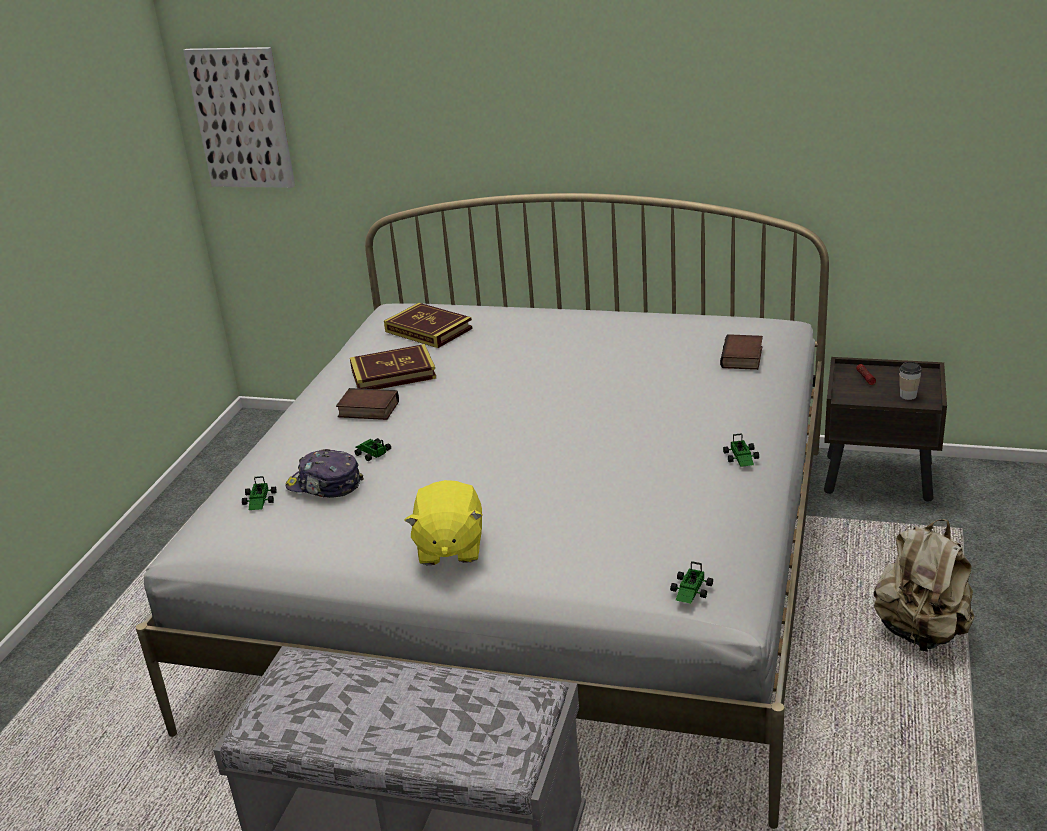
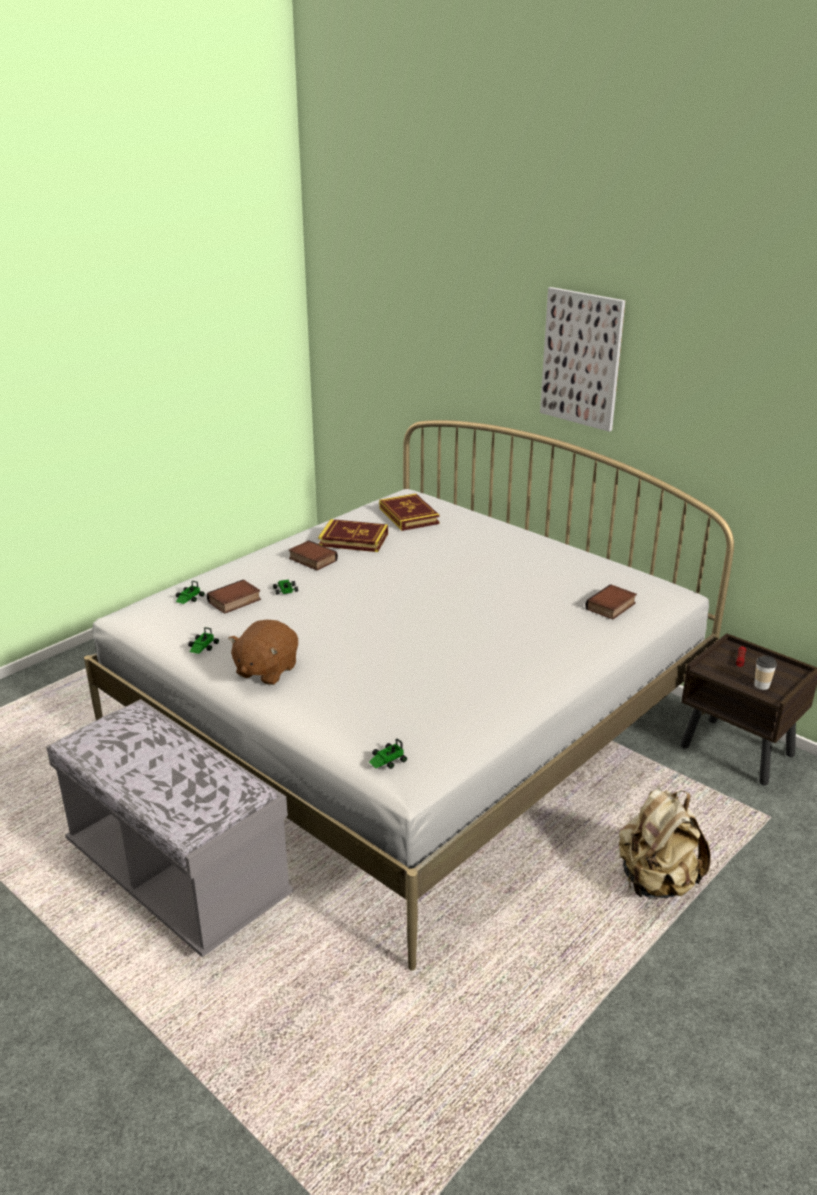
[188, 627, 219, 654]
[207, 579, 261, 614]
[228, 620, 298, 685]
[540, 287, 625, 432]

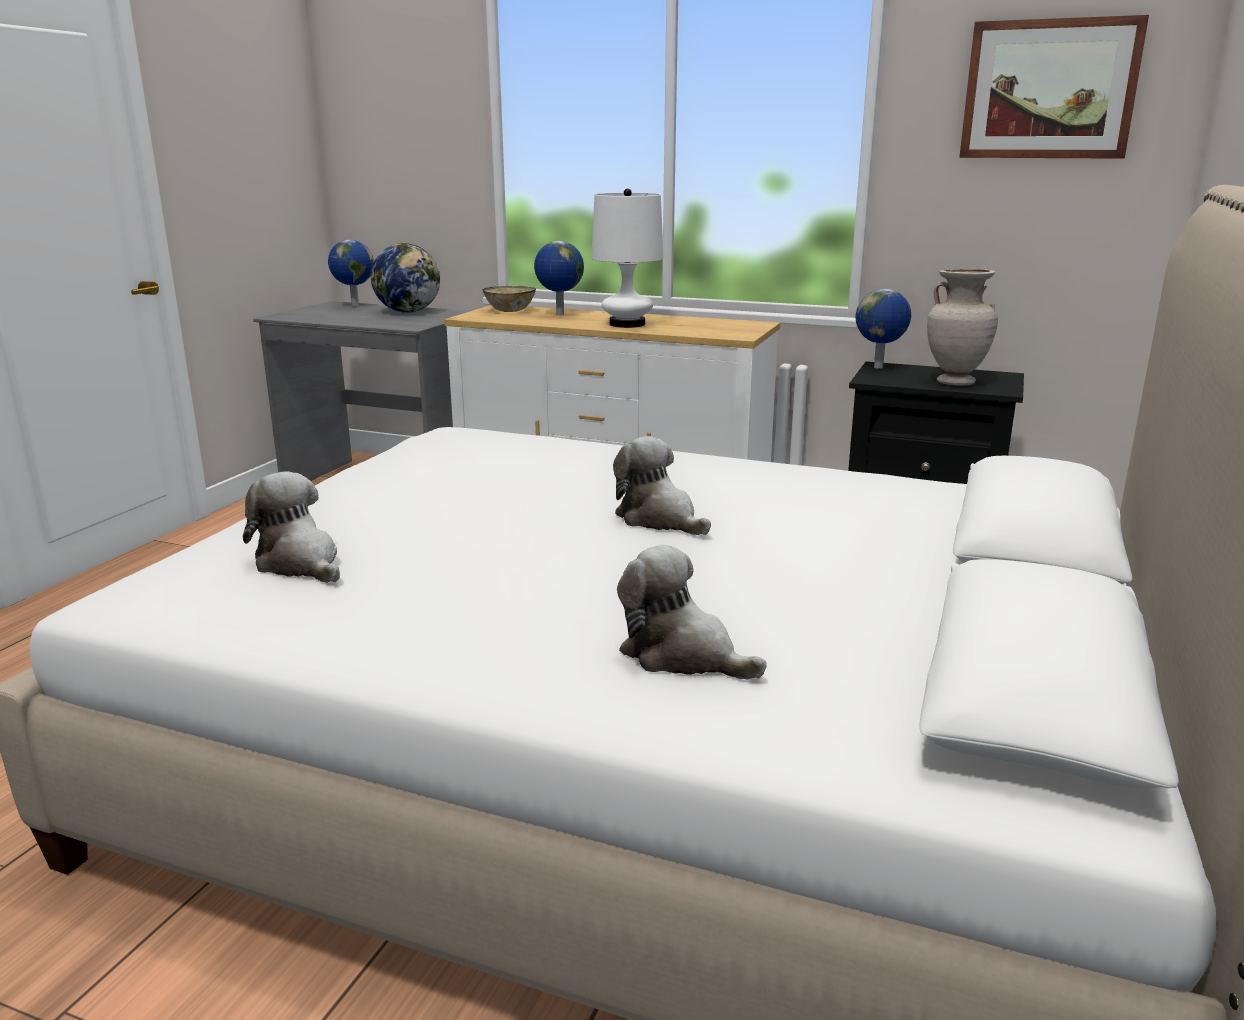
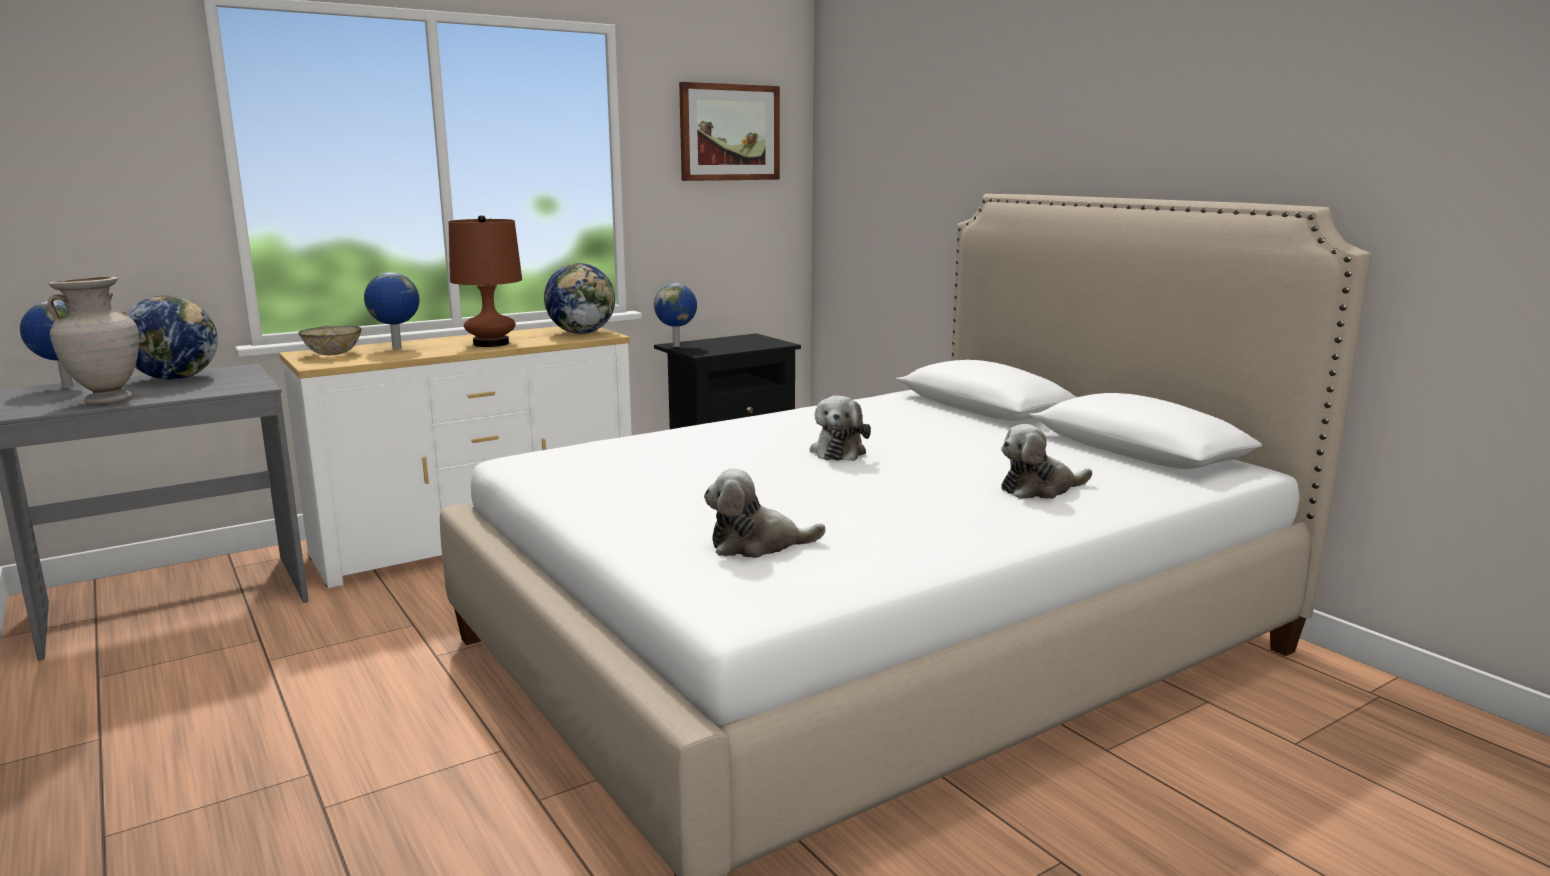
[48, 277, 139, 404]
[449, 215, 522, 347]
[544, 263, 615, 334]
[810, 395, 871, 461]

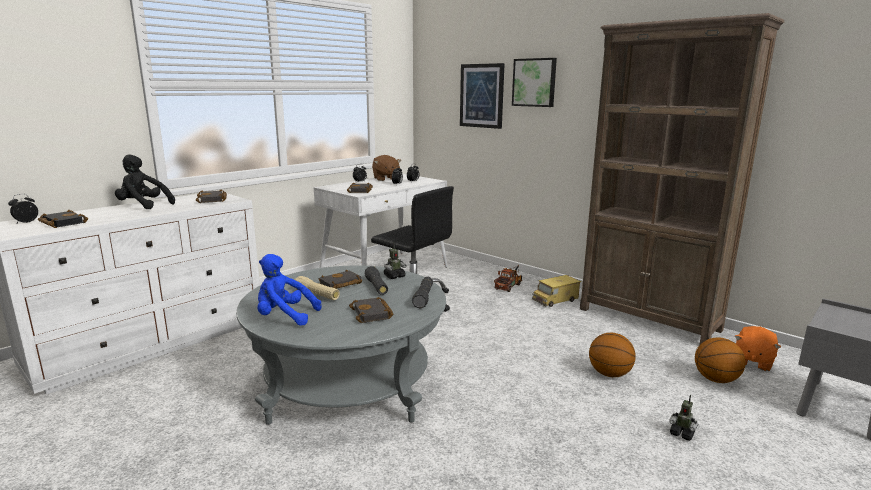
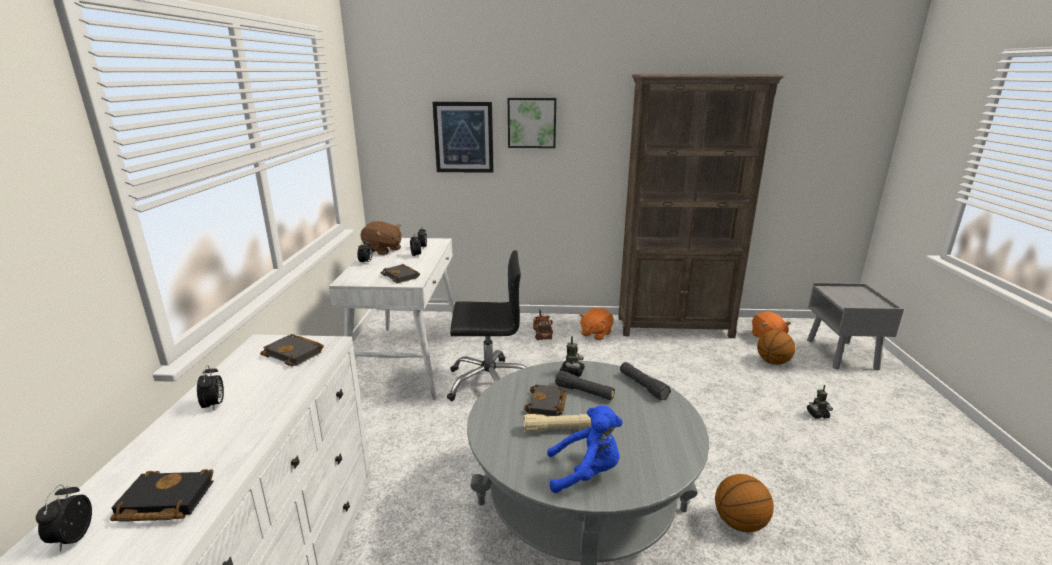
[197, 365, 224, 411]
[547, 406, 622, 493]
[580, 308, 613, 340]
[715, 474, 774, 532]
[349, 297, 393, 323] (first image)

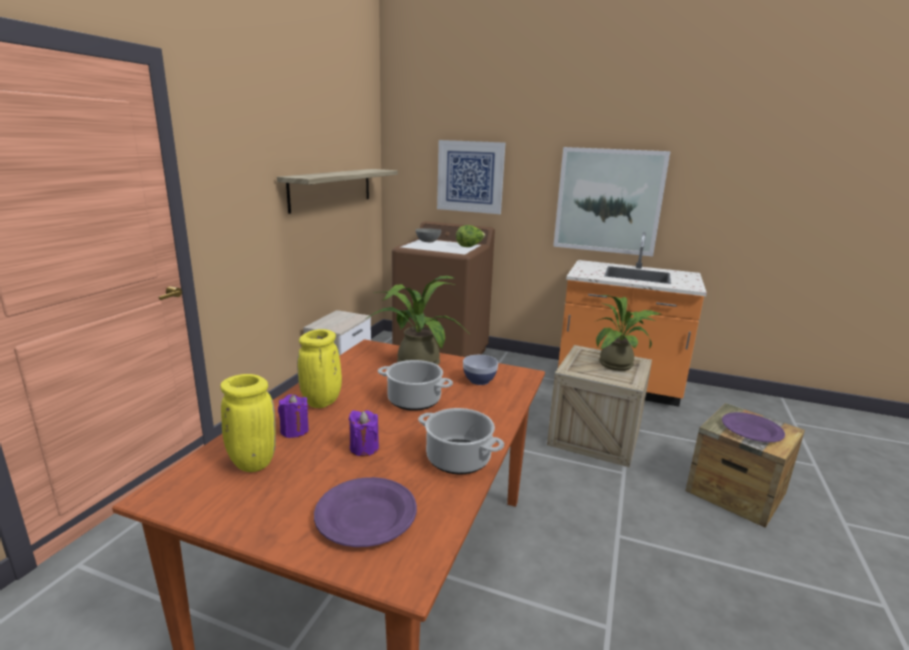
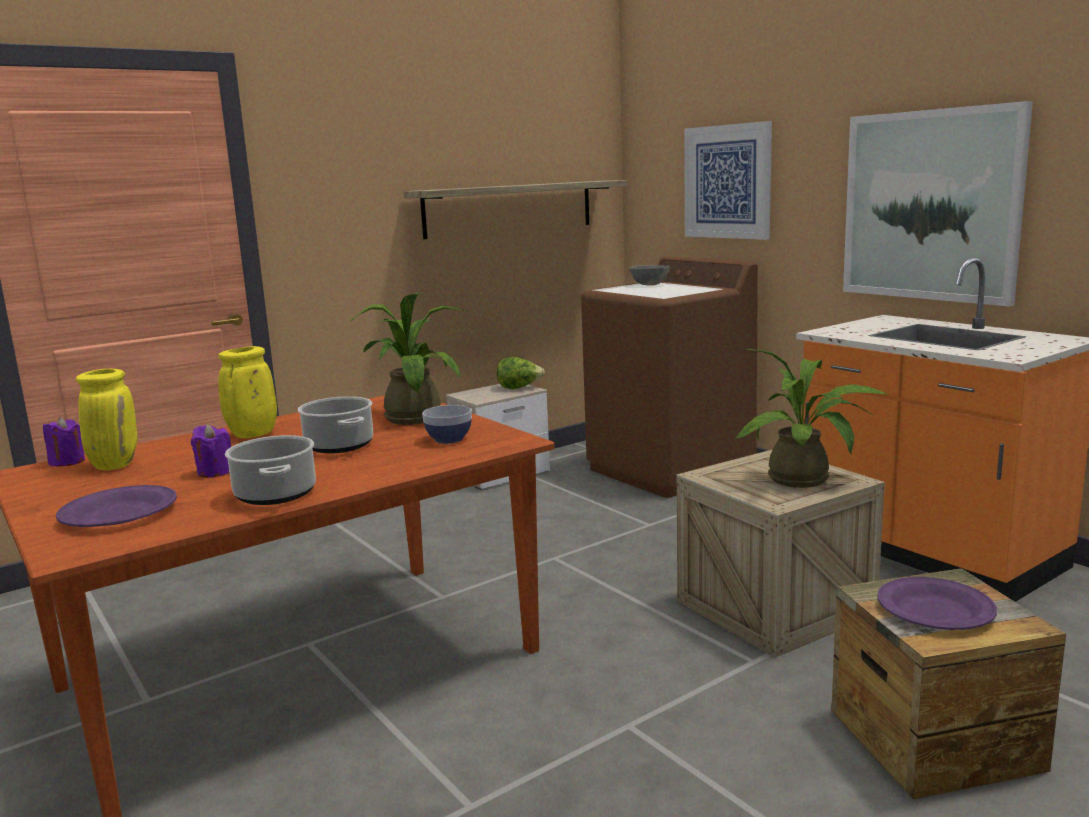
[43, 417, 85, 467]
[497, 357, 545, 389]

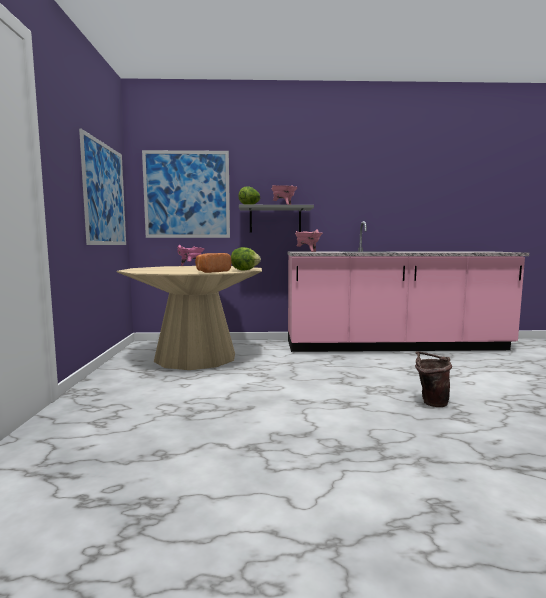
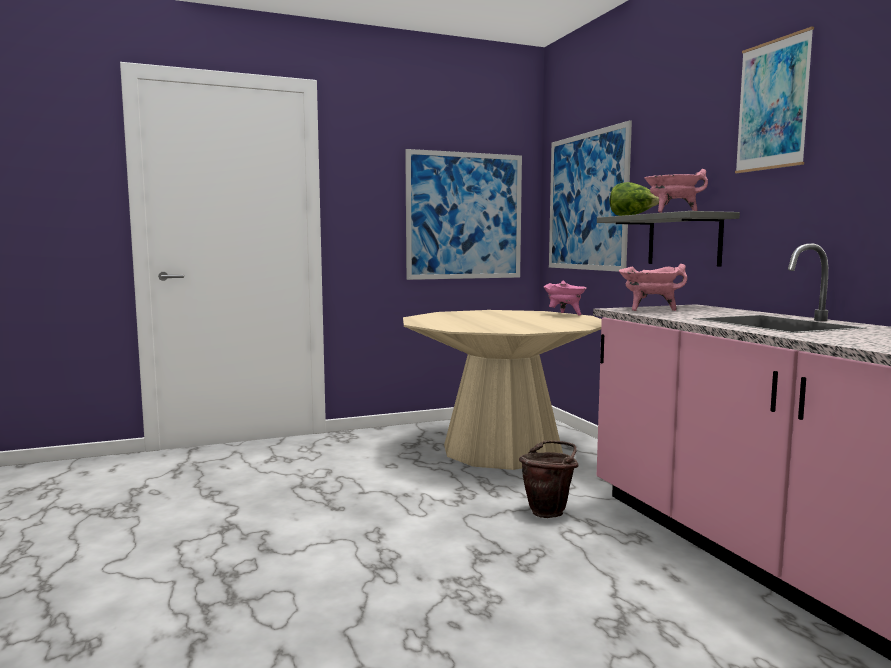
[519, 440, 578, 518]
[735, 26, 814, 173]
[195, 253, 231, 273] (first image)
[231, 247, 261, 271] (first image)

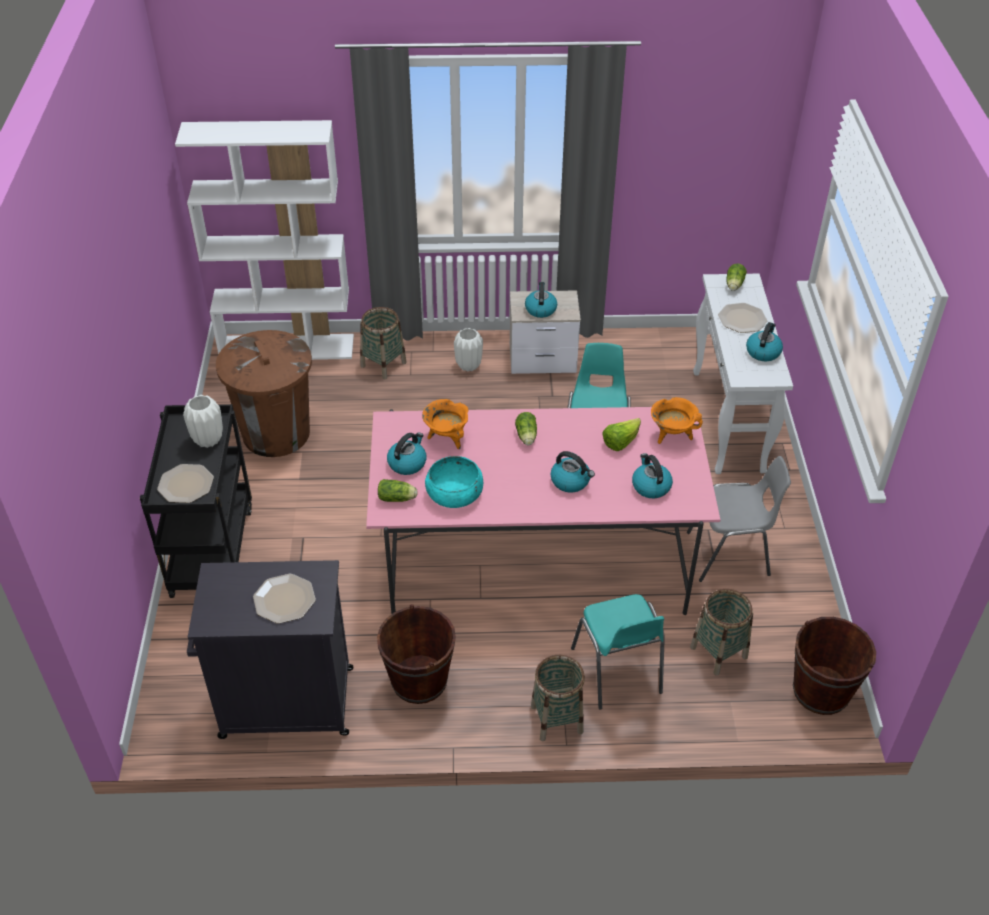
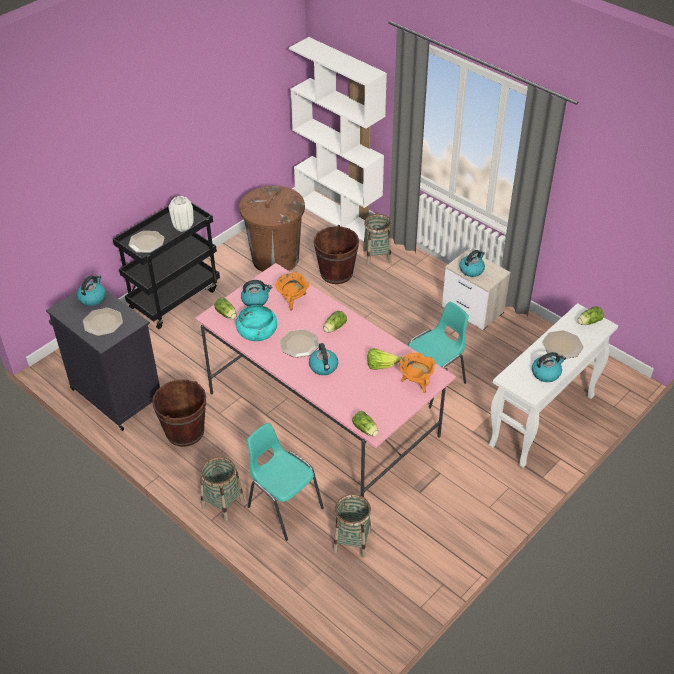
[77, 275, 106, 306]
[247, 423, 324, 541]
[280, 329, 319, 358]
[313, 225, 359, 284]
[352, 411, 378, 437]
[454, 328, 483, 372] (first image)
[687, 456, 791, 582] (first image)

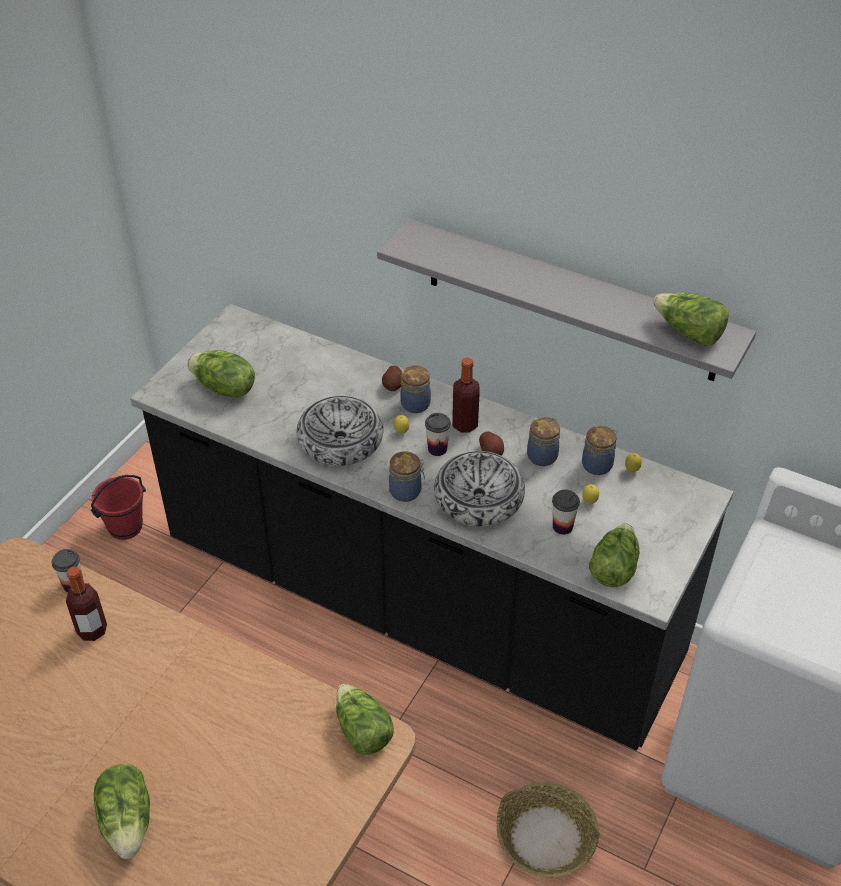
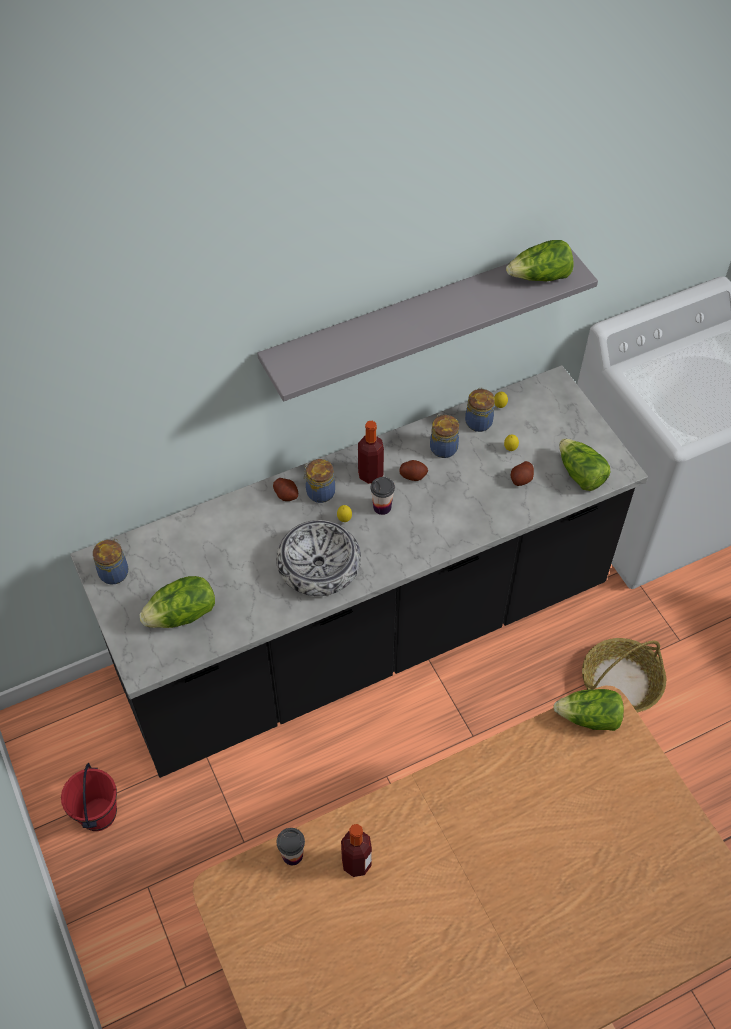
[93, 538, 128, 585]
[510, 461, 534, 486]
[94, 764, 150, 859] (first image)
[434, 451, 525, 526] (first image)

